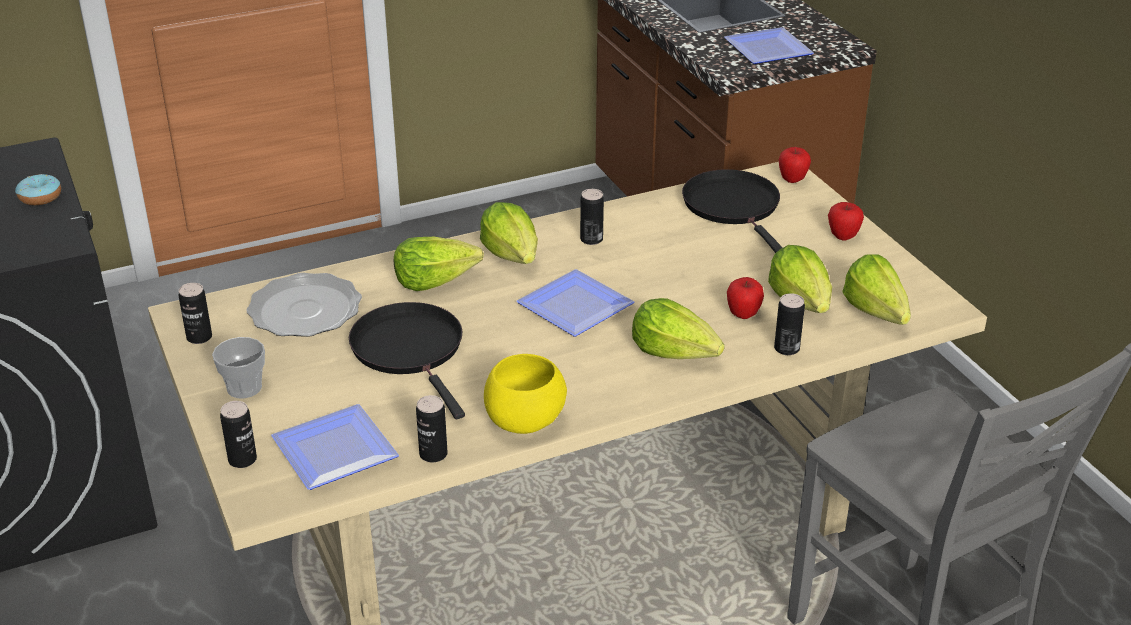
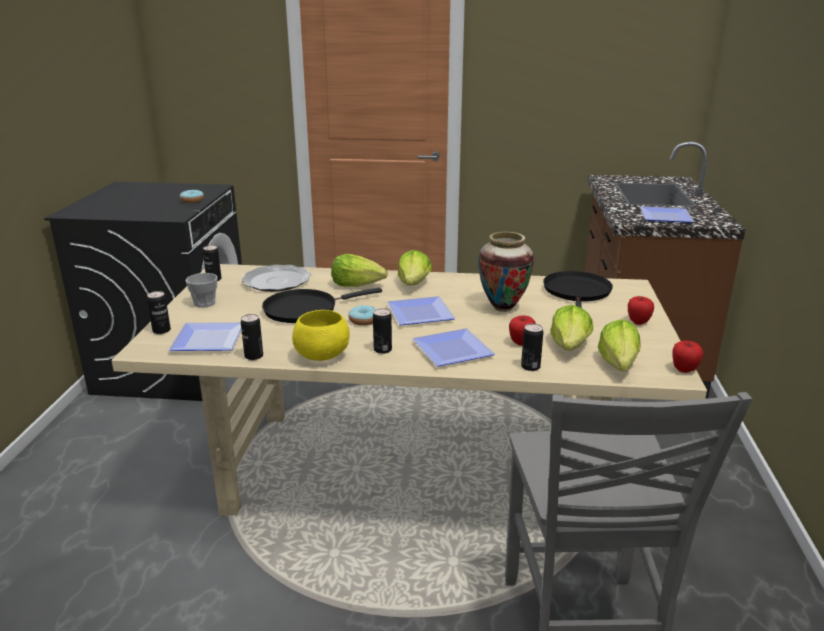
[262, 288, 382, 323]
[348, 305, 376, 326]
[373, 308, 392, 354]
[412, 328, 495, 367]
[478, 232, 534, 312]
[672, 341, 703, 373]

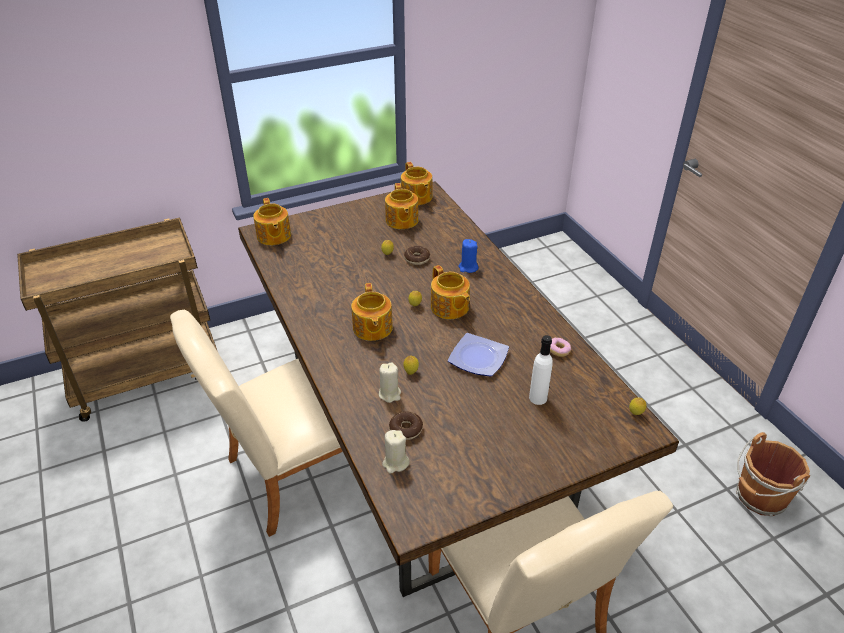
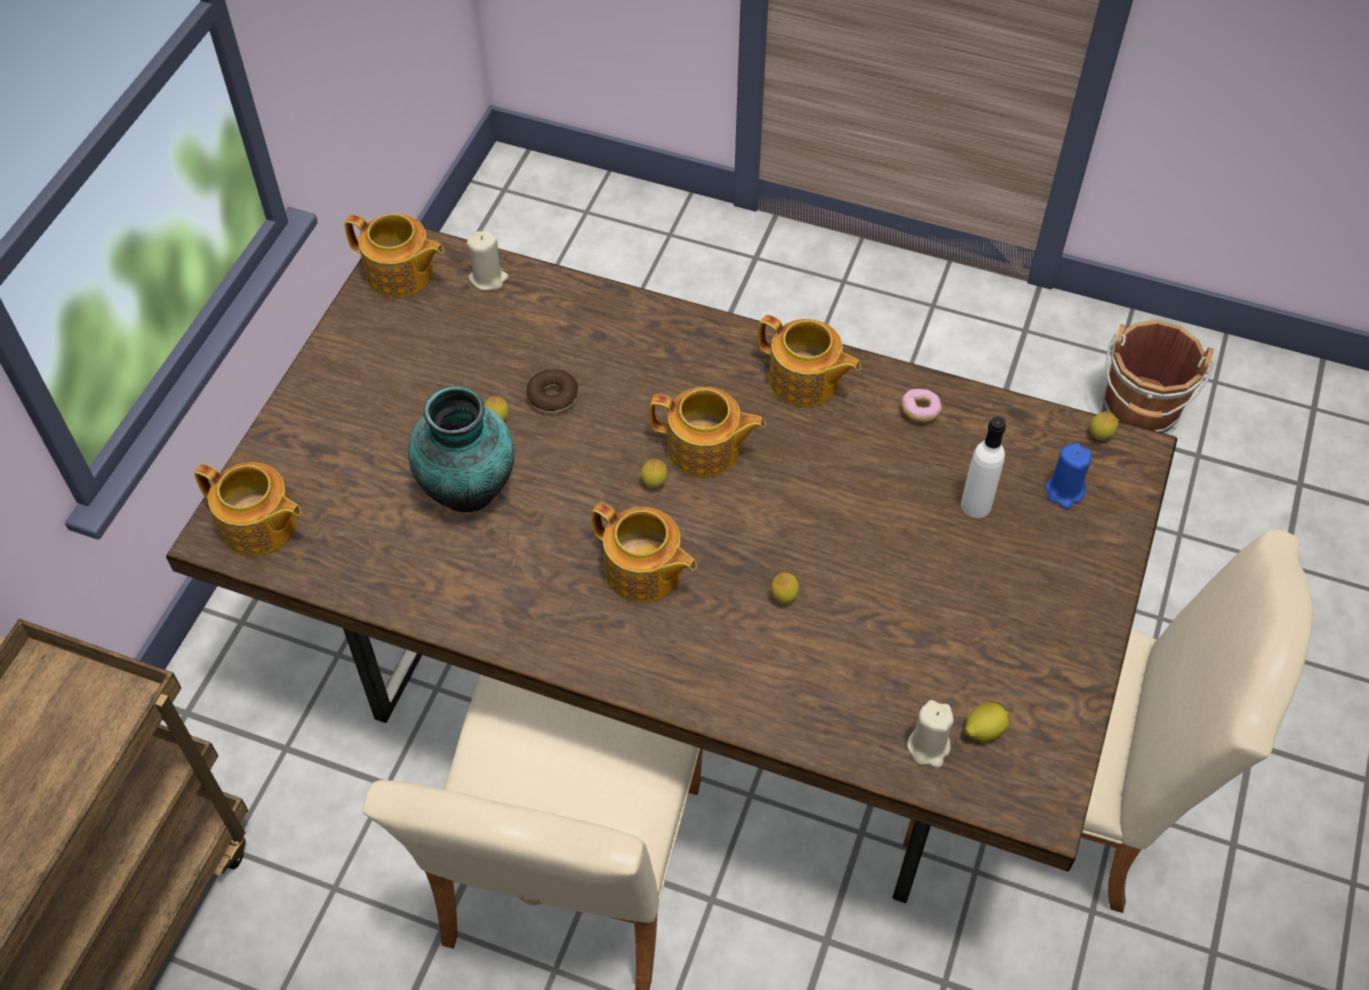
[408, 386, 514, 512]
[466, 231, 508, 291]
[758, 315, 861, 407]
[964, 703, 1009, 741]
[1046, 443, 1092, 509]
[389, 412, 423, 440] (first image)
[448, 333, 509, 376] (first image)

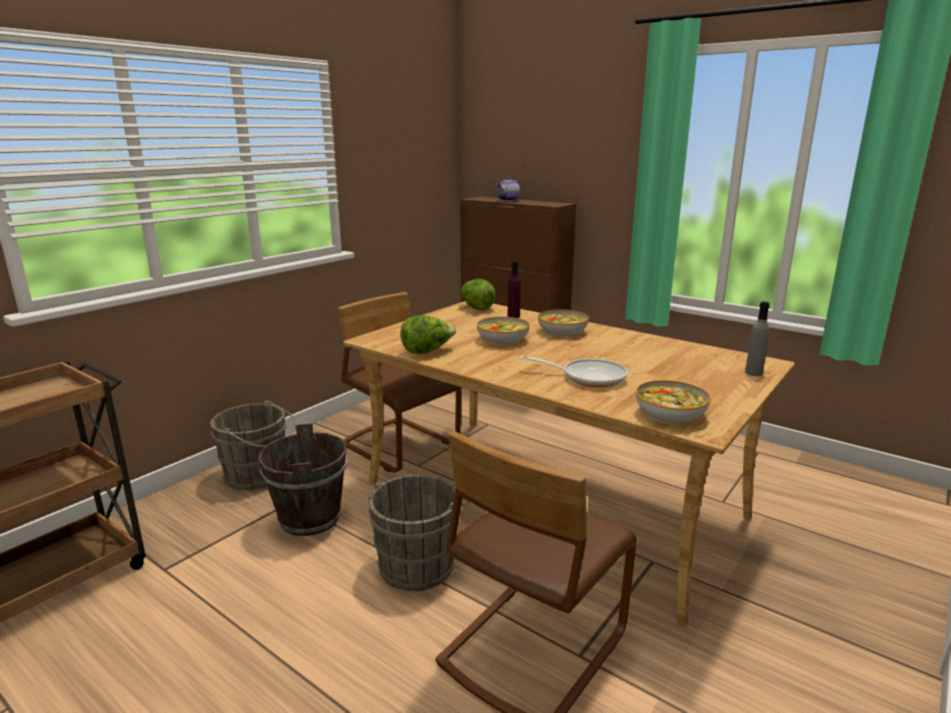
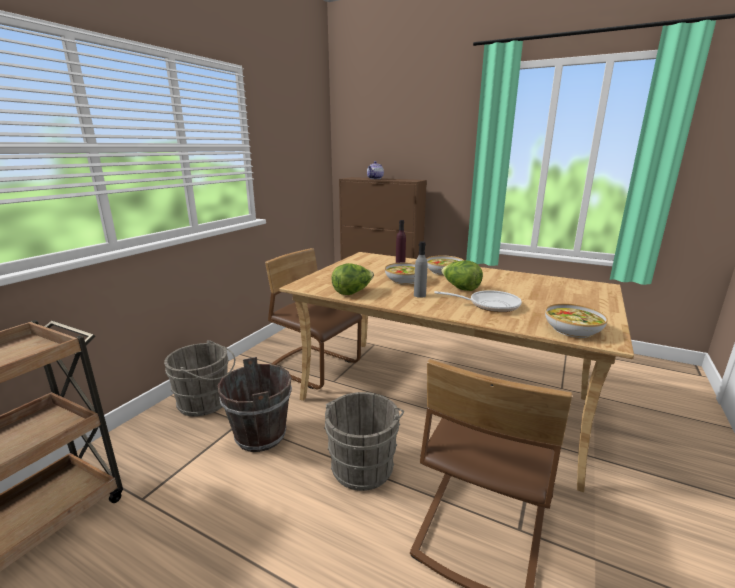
[414, 241, 427, 298]
[441, 260, 483, 291]

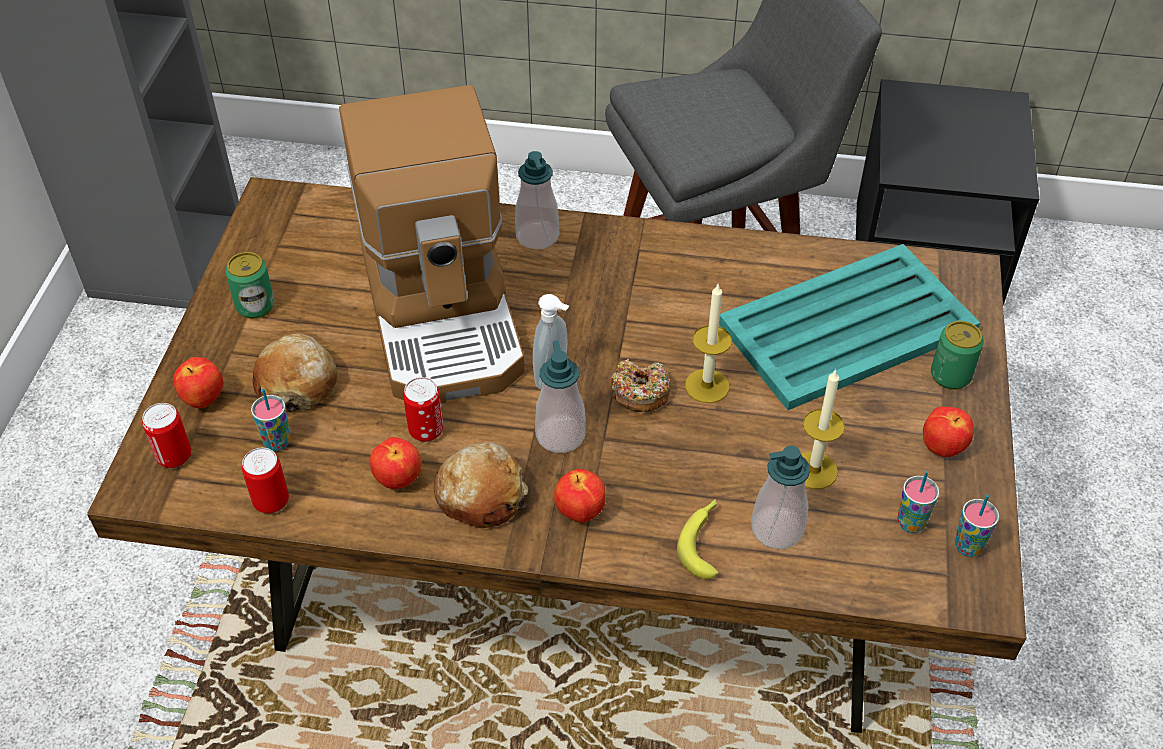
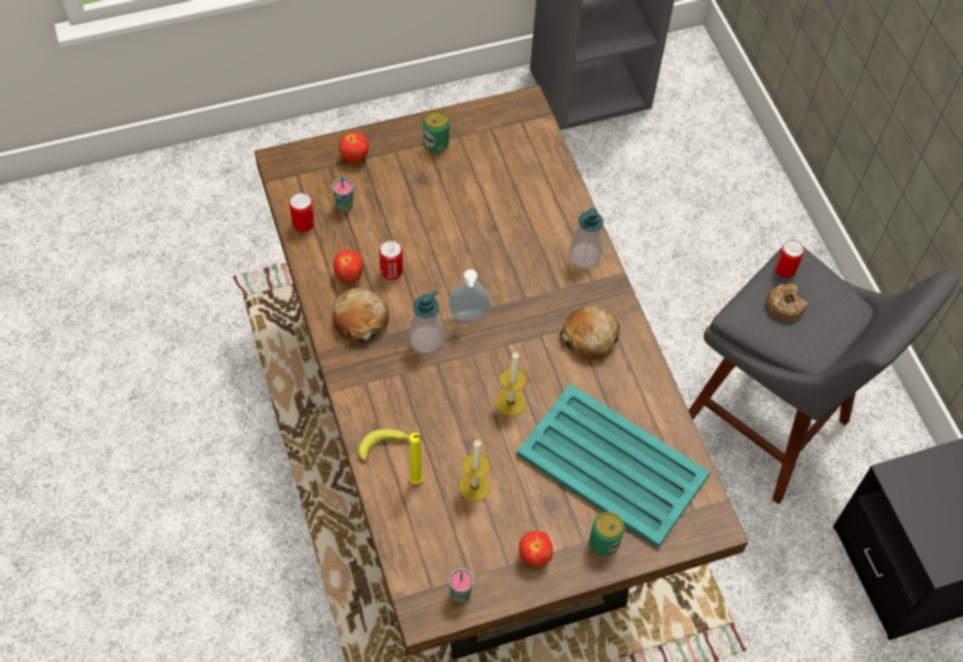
[409, 433, 423, 484]
[560, 306, 620, 360]
[767, 283, 807, 321]
[774, 240, 804, 278]
[339, 85, 525, 403] (first image)
[554, 469, 606, 523] (first image)
[897, 471, 939, 533] (first image)

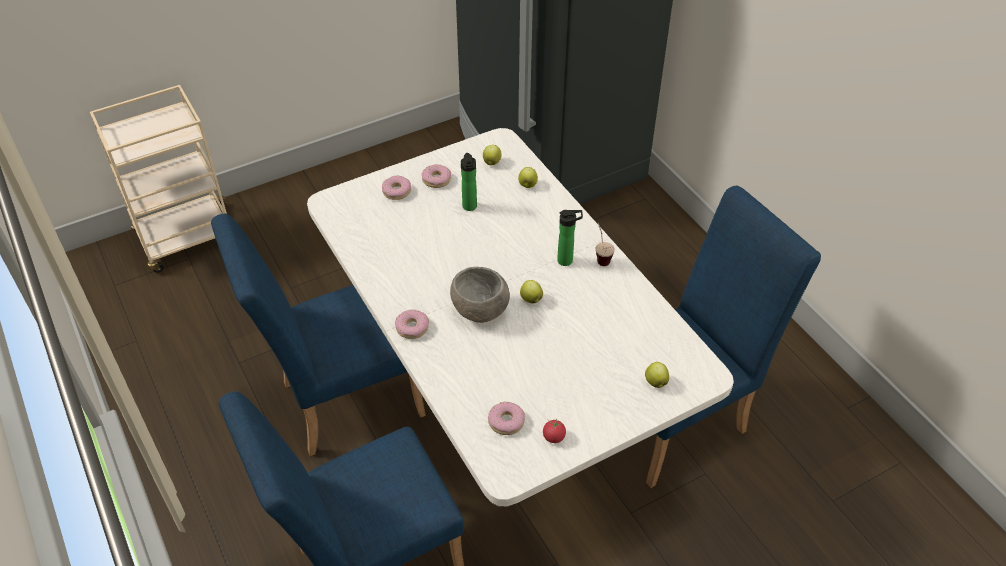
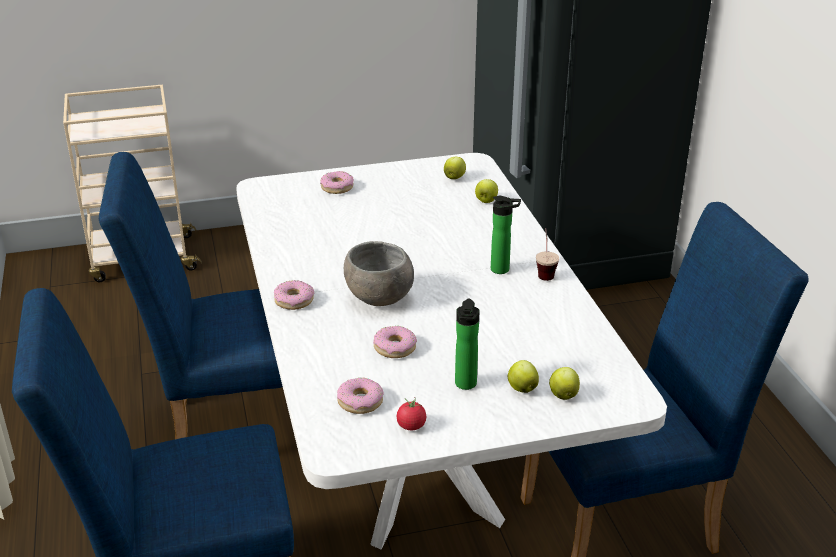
[373, 326, 417, 358]
[455, 299, 480, 390]
[508, 360, 539, 393]

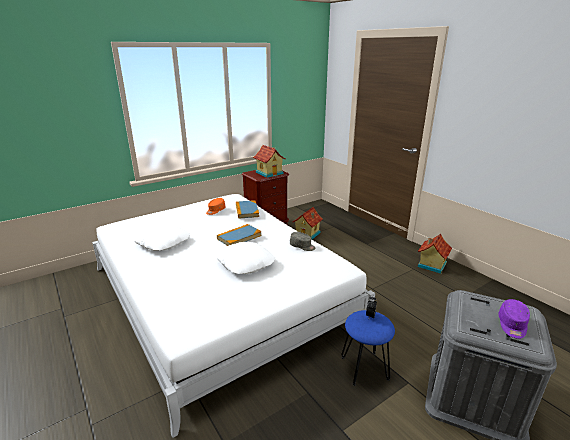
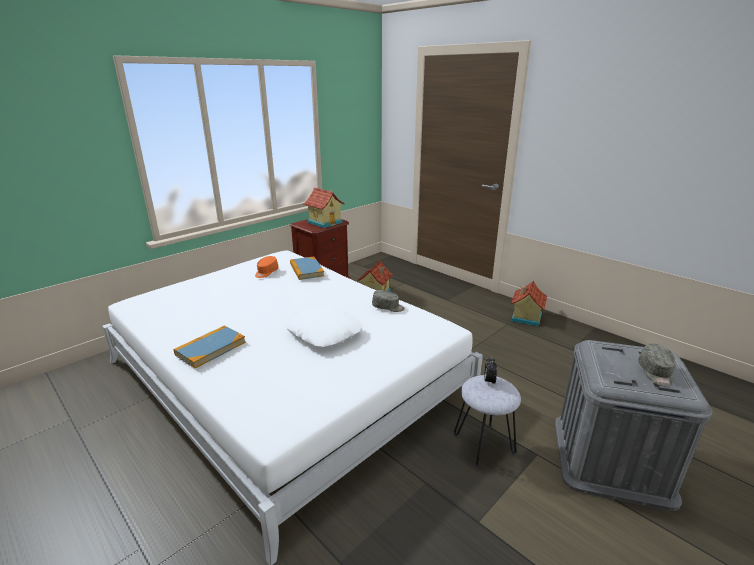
[174, 325, 246, 369]
[454, 375, 521, 467]
[638, 344, 676, 387]
[133, 224, 190, 251] (first image)

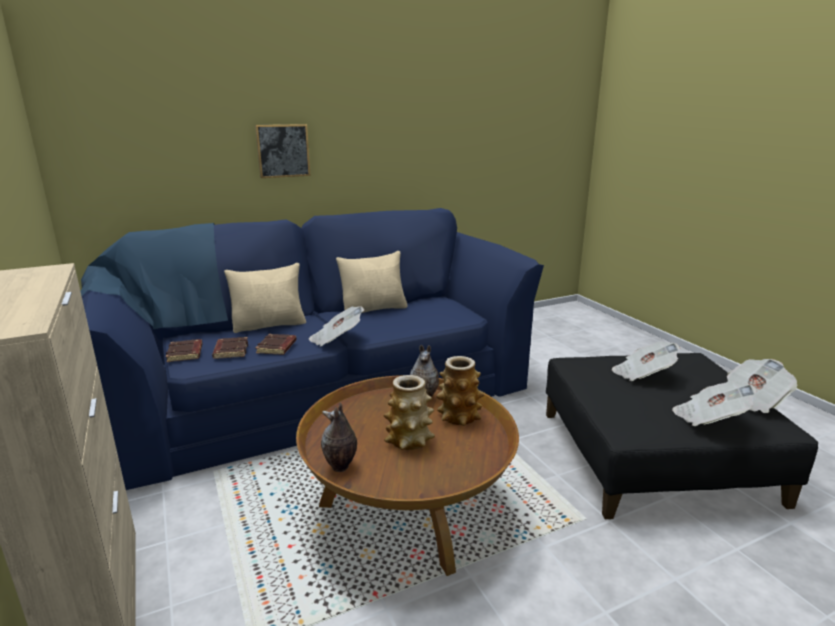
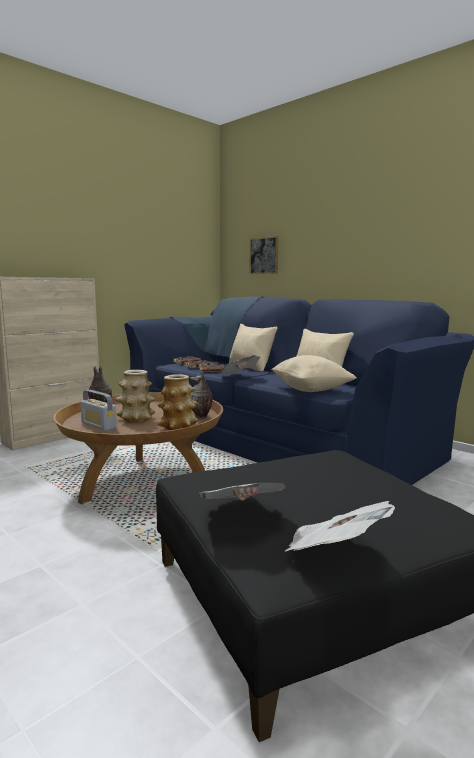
[80, 390, 117, 431]
[250, 236, 279, 274]
[271, 355, 357, 392]
[612, 341, 680, 381] (first image)

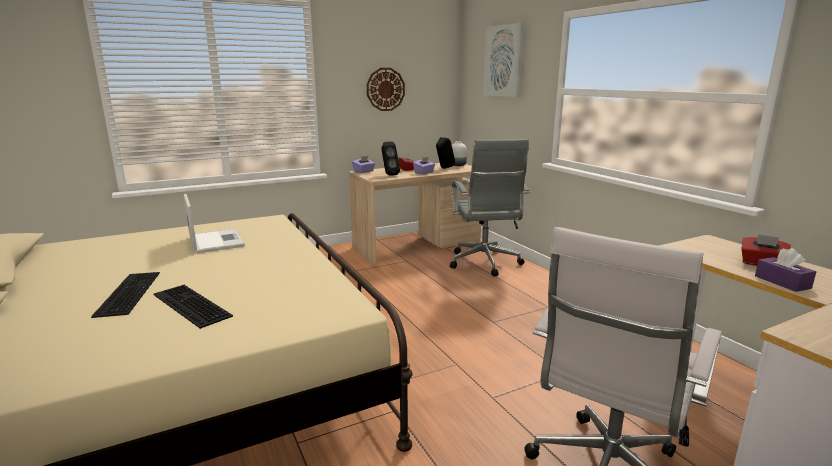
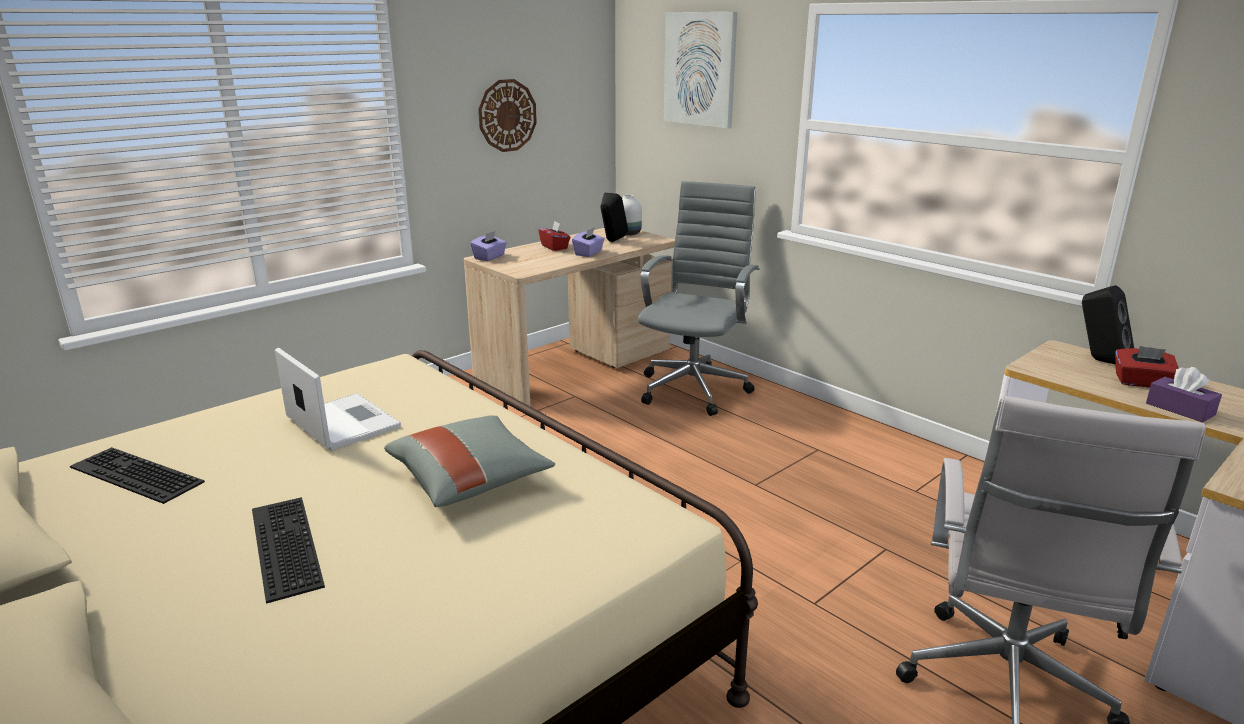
[70, 447, 205, 504]
[384, 416, 555, 507]
[638, 181, 760, 416]
[1082, 285, 1134, 364]

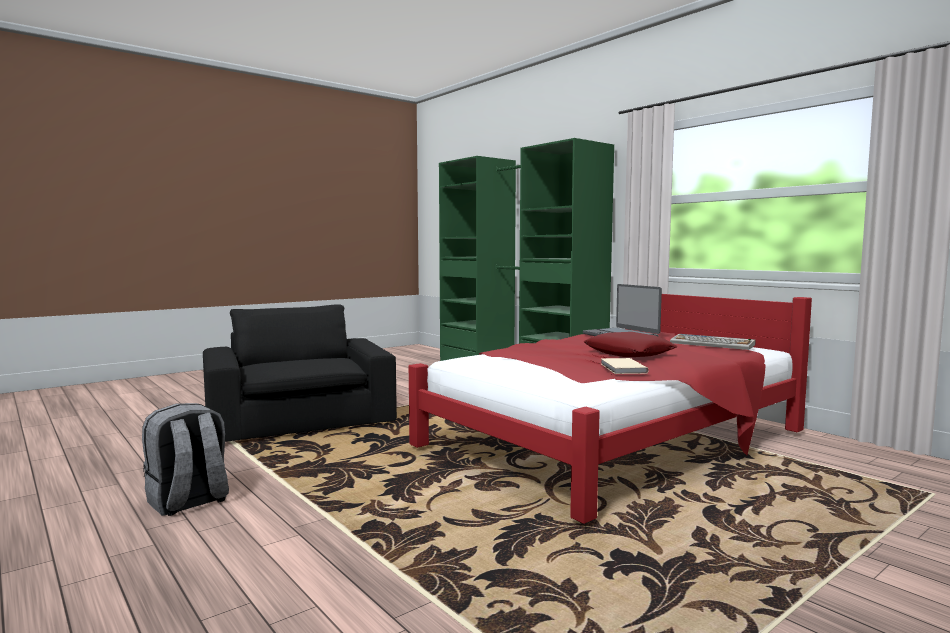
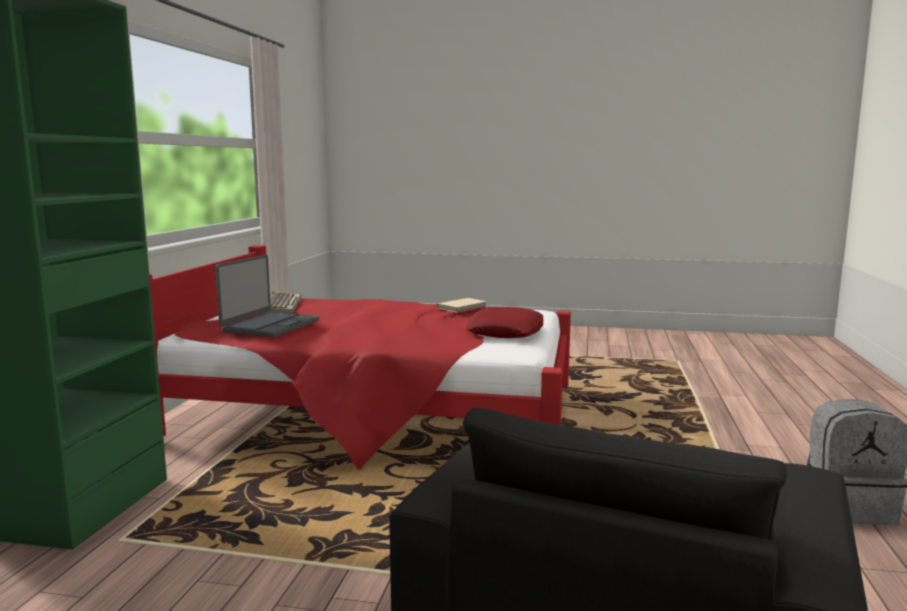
[466, 307, 543, 338]

